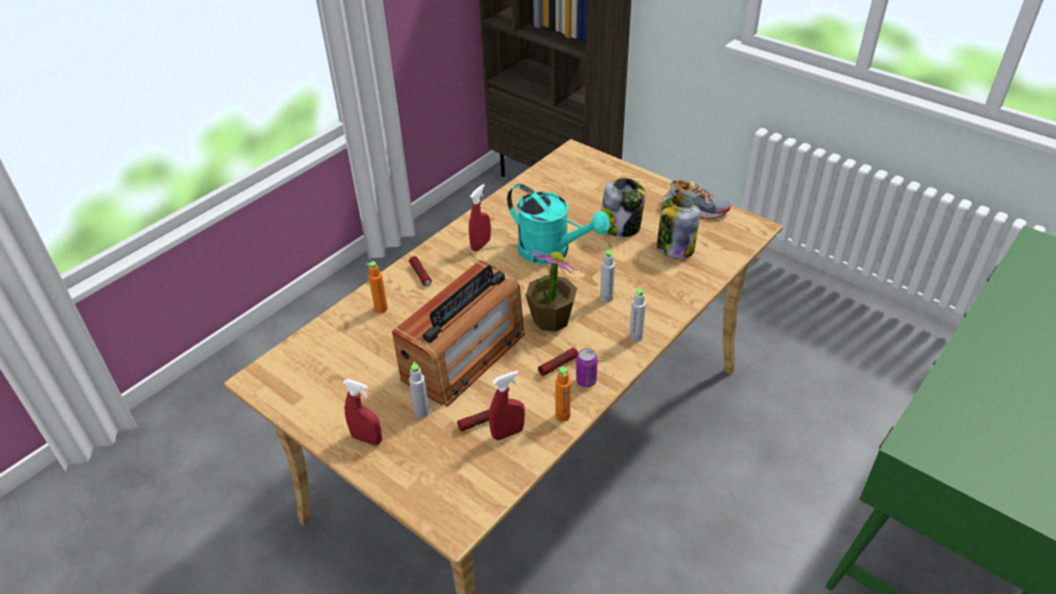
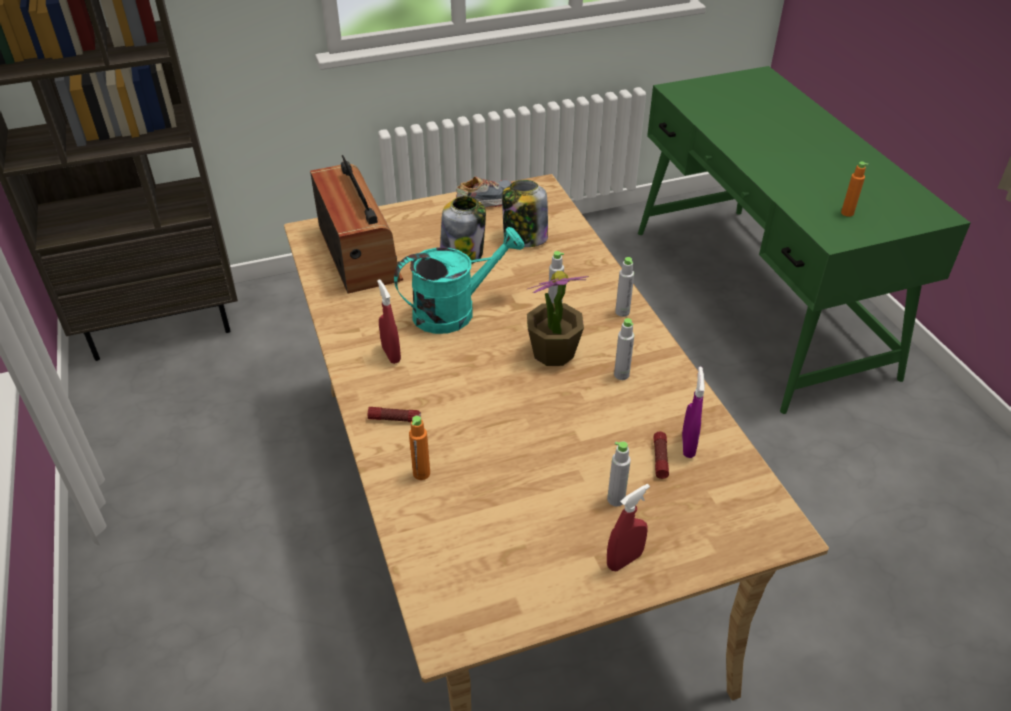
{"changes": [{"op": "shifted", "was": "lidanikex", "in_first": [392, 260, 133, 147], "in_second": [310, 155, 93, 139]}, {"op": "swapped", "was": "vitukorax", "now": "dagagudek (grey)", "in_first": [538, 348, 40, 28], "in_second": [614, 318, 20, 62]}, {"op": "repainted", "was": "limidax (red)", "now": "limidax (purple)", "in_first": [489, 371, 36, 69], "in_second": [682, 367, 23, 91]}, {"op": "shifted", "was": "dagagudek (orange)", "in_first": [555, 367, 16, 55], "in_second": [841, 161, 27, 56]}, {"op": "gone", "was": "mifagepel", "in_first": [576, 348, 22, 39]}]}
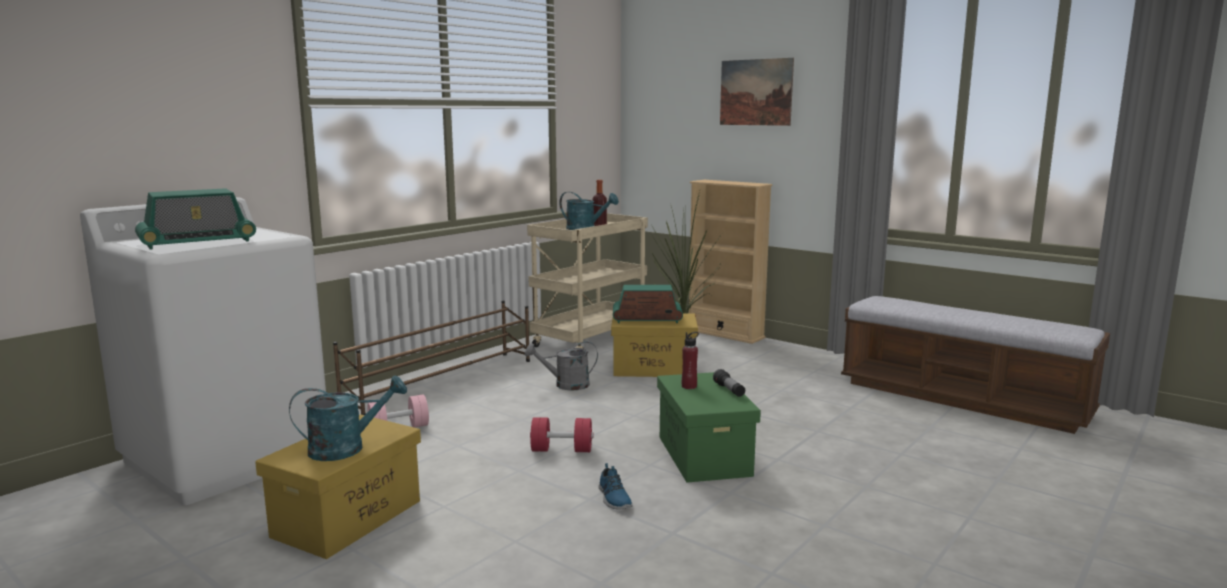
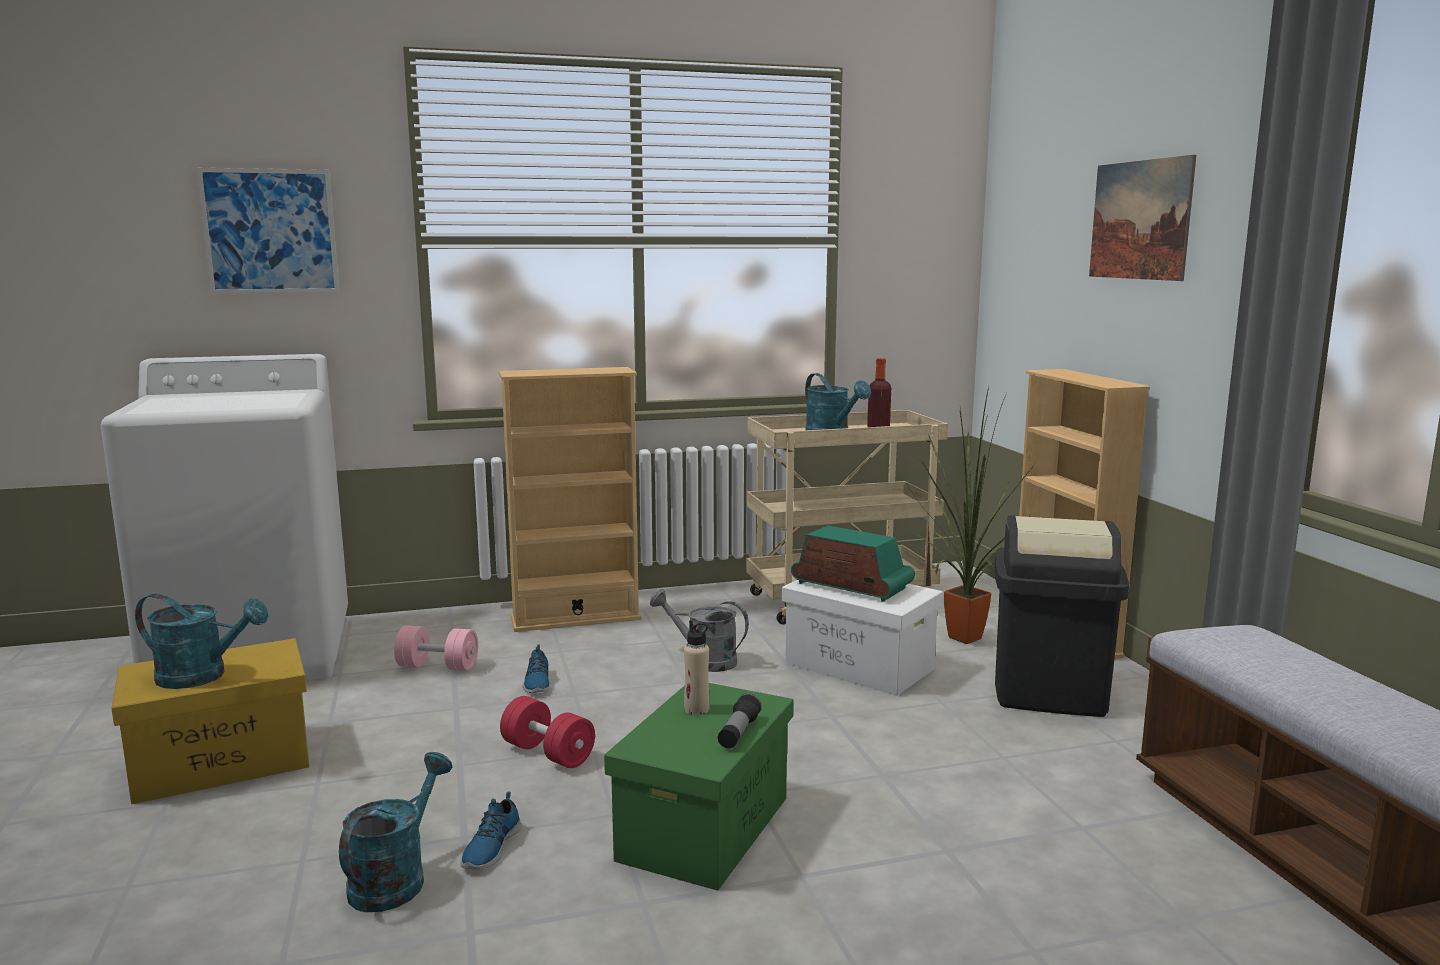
{"changes": [{"op": "new", "now": "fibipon", "in_second": [197, 168, 142, 126]}, {"op": "new", "now": "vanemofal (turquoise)", "in_second": [339, 752, 113, 160]}, {"op": "swapped", "was": "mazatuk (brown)", "now": "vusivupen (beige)", "in_first": [333, 301, 197, 114], "in_second": [499, 367, 143, 265]}, {"op": "new", "now": "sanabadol", "in_second": [523, 644, 28, 49]}, {"op": "repainted", "was": "dagagudek (red)", "now": "dagagudek (beige)", "in_first": [682, 332, 17, 57], "in_second": [684, 620, 26, 95]}, {"op": "repainted", "was": "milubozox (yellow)", "now": "milubozox (white)", "in_first": [611, 313, 87, 64], "in_second": [782, 580, 161, 116]}, {"op": "new", "now": "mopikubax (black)", "in_second": [994, 515, 135, 202]}, {"op": "gone", "was": "lidanikex", "in_first": [135, 188, 121, 62]}]}
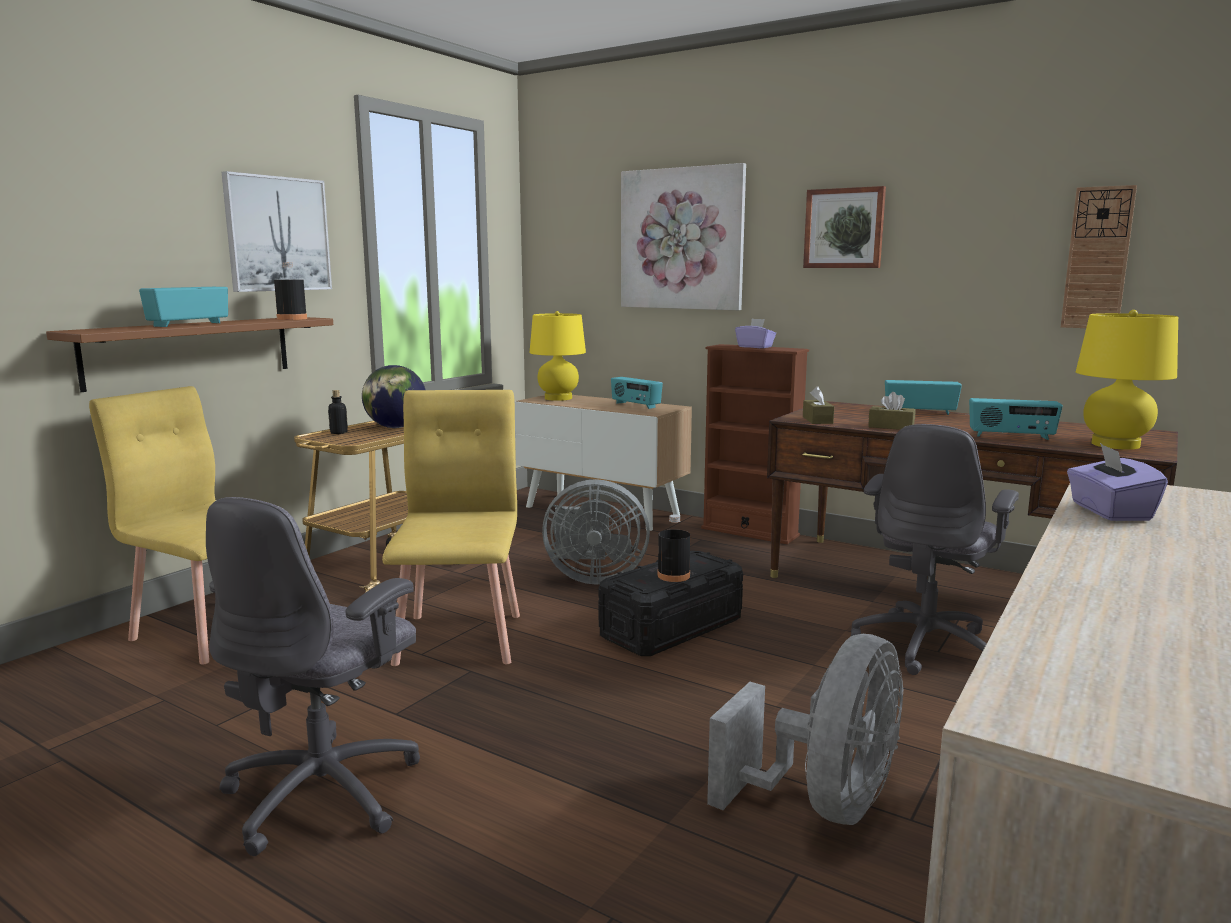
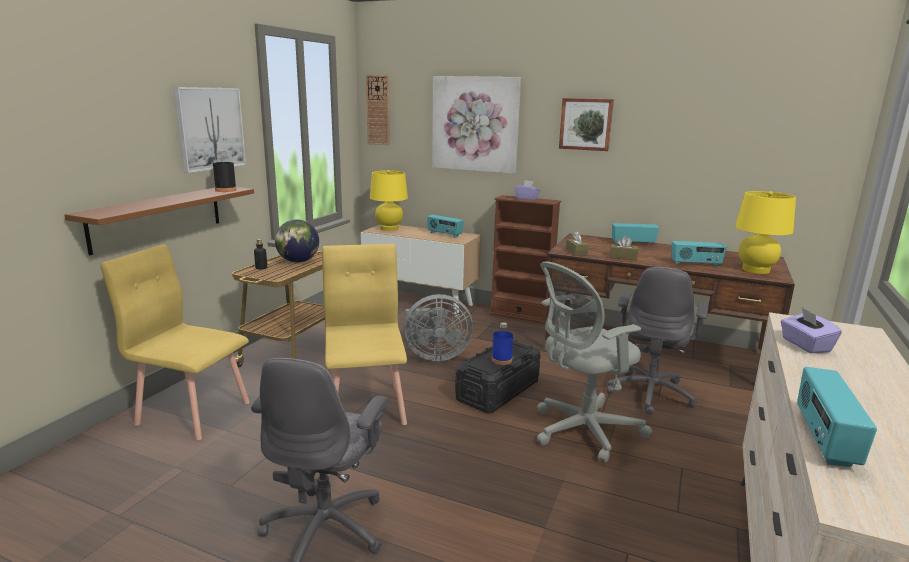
{"changes": [{"op": "shifted", "was": "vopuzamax", "in_first": [1061, 185, 76, 143], "in_second": [366, 75, 24, 70]}, {"op": "repainted", "was": "dagagudek (black)", "now": "dagagudek (blue)", "in_first": [658, 515, 32, 67], "in_second": [492, 322, 21, 43]}, {"op": "new", "now": "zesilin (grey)", "in_second": [537, 261, 115, 202]}, {"op": "shifted", "was": "lidanikex", "in_first": [139, 287, 89, 40], "in_second": [797, 367, 80, 100]}, {"op": "gone", "was": "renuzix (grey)", "in_first": [707, 634, 196, 191]}]}
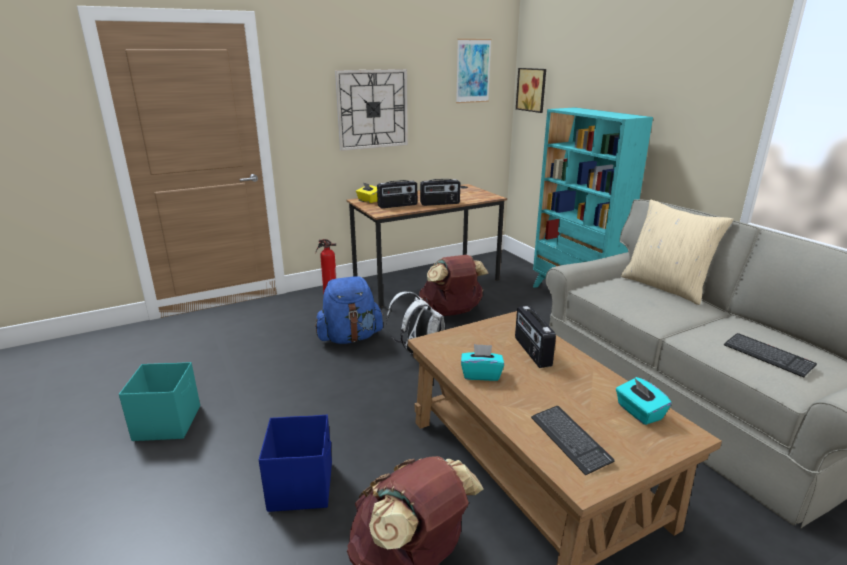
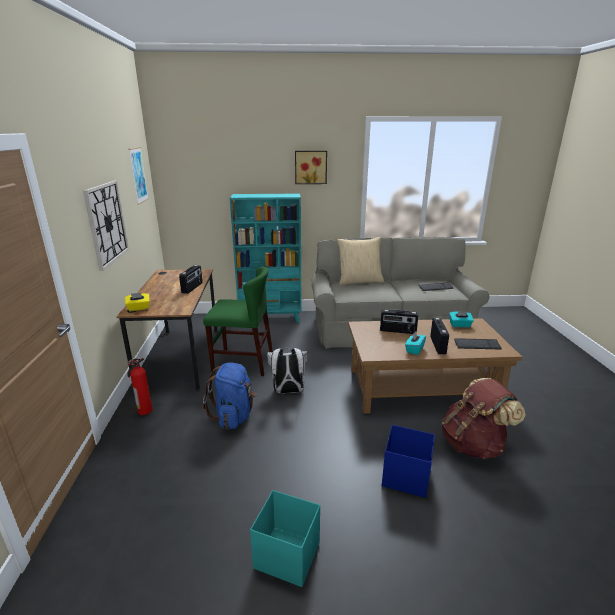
{"changes": [{"op": "swapped", "was": "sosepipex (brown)", "now": "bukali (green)", "in_first": [419, 255, 70, 61], "in_second": [203, 266, 70, 110]}, {"op": "shifted", "was": "fibipon", "in_first": [516, 68, 30, 45], "in_second": [295, 151, 32, 33]}, {"op": "shifted", "was": "lidanikex", "in_first": [377, 180, 40, 28], "in_second": [430, 318, 19, 36]}]}
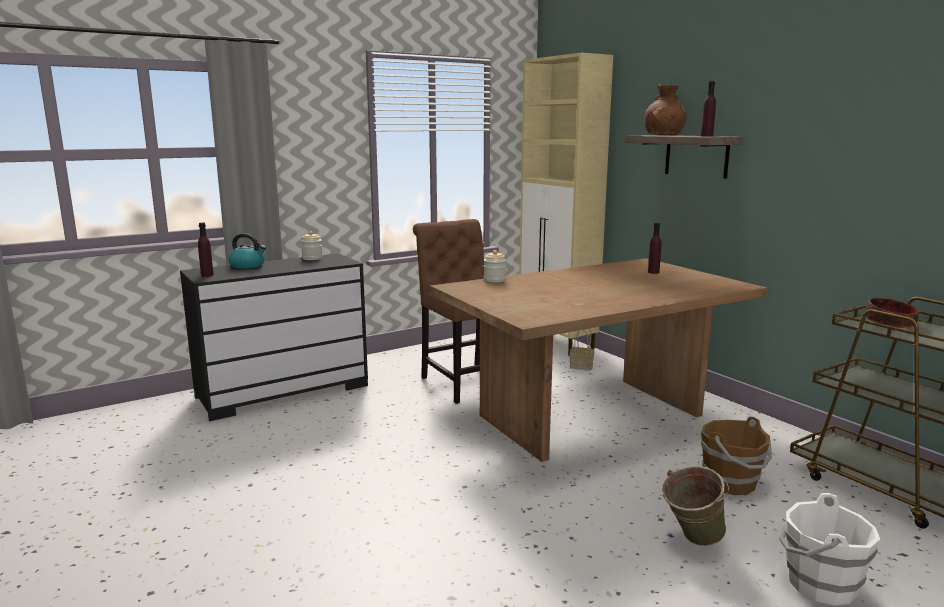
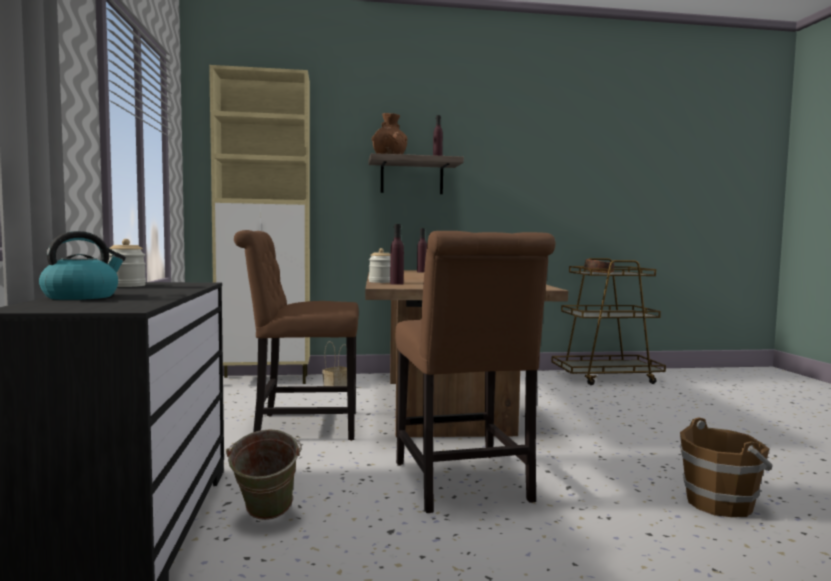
{"changes": [{"op": "shifted", "was": "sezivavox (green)", "in_first": [662, 466, 67, 80], "in_second": [226, 429, 75, 91]}, {"op": "shifted", "was": "dagagudek (purple)", "in_first": [198, 223, 16, 54], "in_second": [390, 224, 14, 61]}, {"op": "new", "now": "bukali (brown)", "in_second": [395, 231, 160, 282]}, {"op": "shifted", "was": "sezivavox (brown)", "in_first": [701, 416, 71, 79], "in_second": [680, 417, 93, 100]}, {"op": "gone", "was": "sezivavox (white)", "in_first": [779, 493, 101, 113]}]}
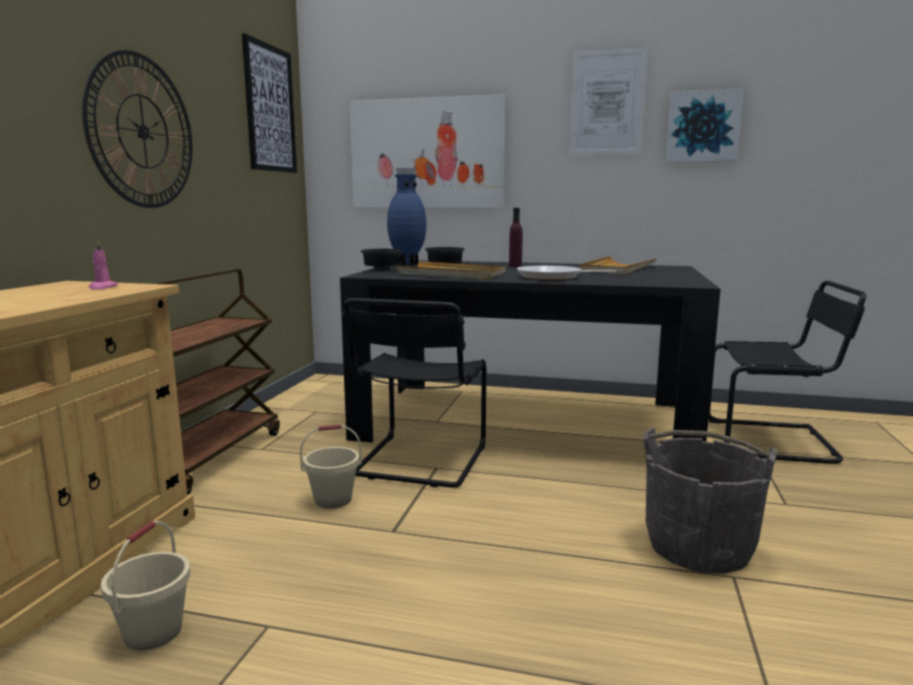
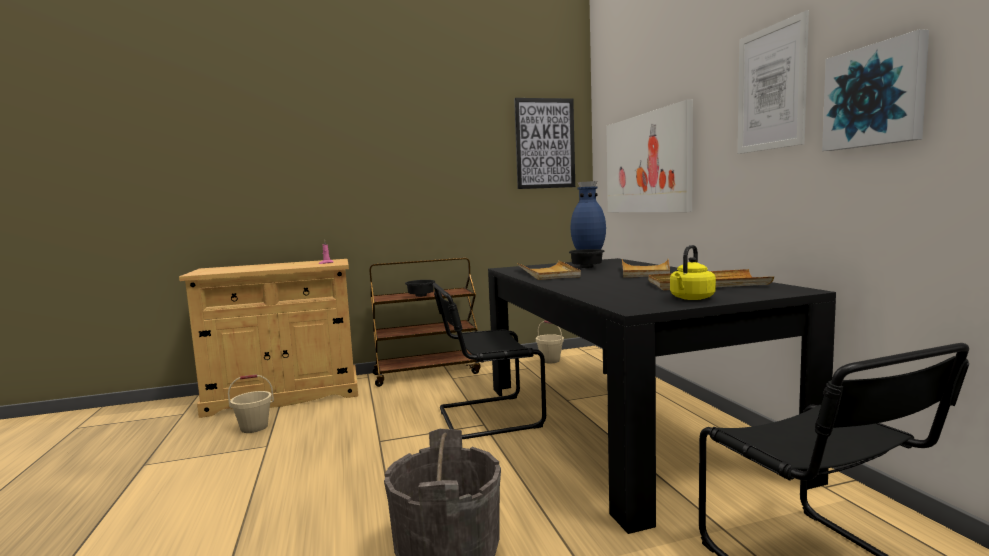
{"changes": [{"op": "shifted", "was": "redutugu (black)", "in_first": [361, 249, 41, 22], "in_second": [405, 280, 30, 17]}, {"op": "shifted", "was": "sezivavox (beige)", "in_first": [300, 425, 62, 84], "in_second": [536, 321, 28, 42]}, {"op": "swapped", "was": "dagagudek (purple)", "now": "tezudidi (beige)", "in_first": [509, 208, 14, 59], "in_second": [622, 259, 48, 18]}, {"op": "new", "now": "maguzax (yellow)", "in_second": [670, 245, 46, 55]}, {"op": "gone", "was": "vopuzamax", "in_first": [82, 50, 110, 158]}, {"op": "gone", "was": "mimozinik", "in_first": [517, 265, 99, 15]}]}
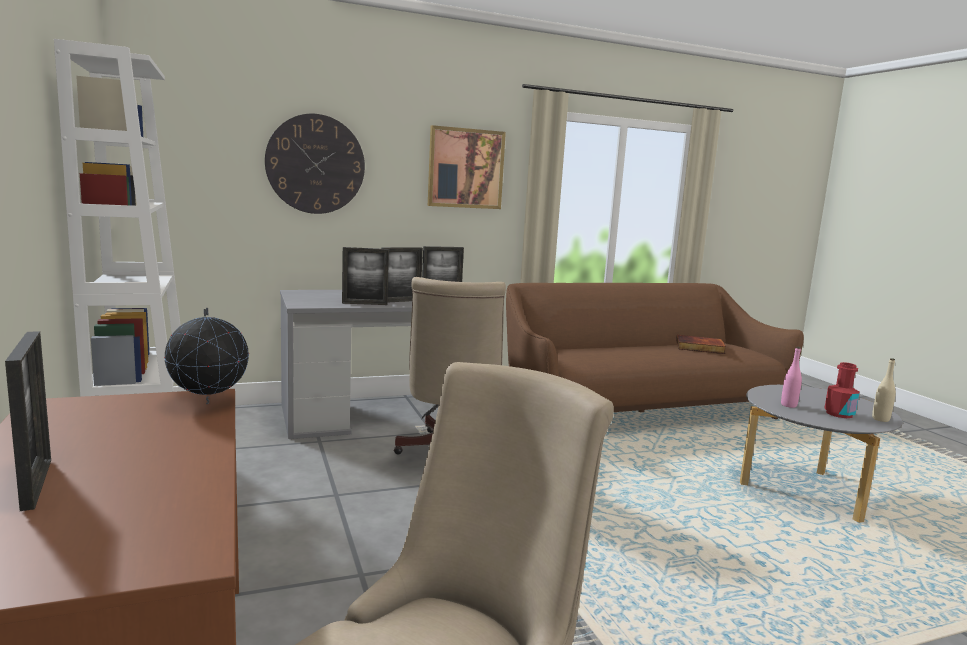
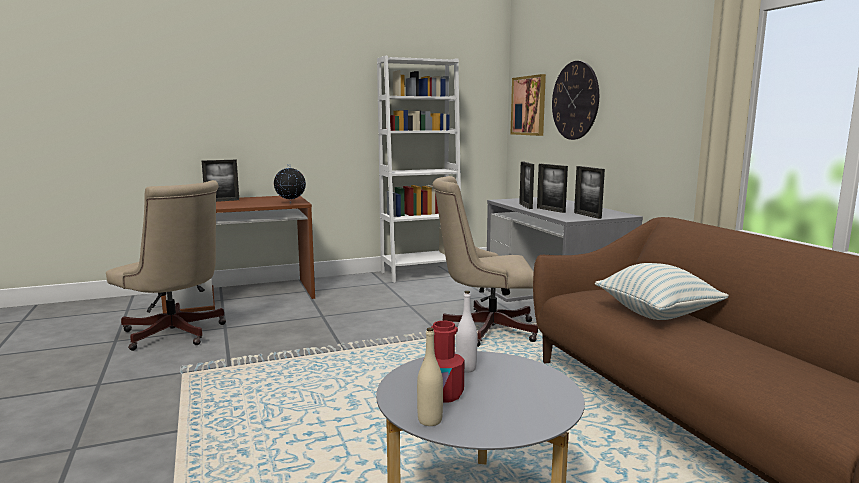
{"changes": [{"op": "repainted", "was": "dagagudek (pink)", "now": "dagagudek (white)", "in_first": [781, 347, 21, 61], "in_second": [456, 291, 21, 82]}, {"op": "shifted", "was": "fibipon", "in_first": [428, 125, 78, 84], "in_second": [511, 74, 35, 62]}, {"op": "new", "now": "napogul", "in_second": [595, 263, 134, 57]}, {"op": "gone", "was": "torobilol", "in_first": [676, 335, 50, 19]}]}
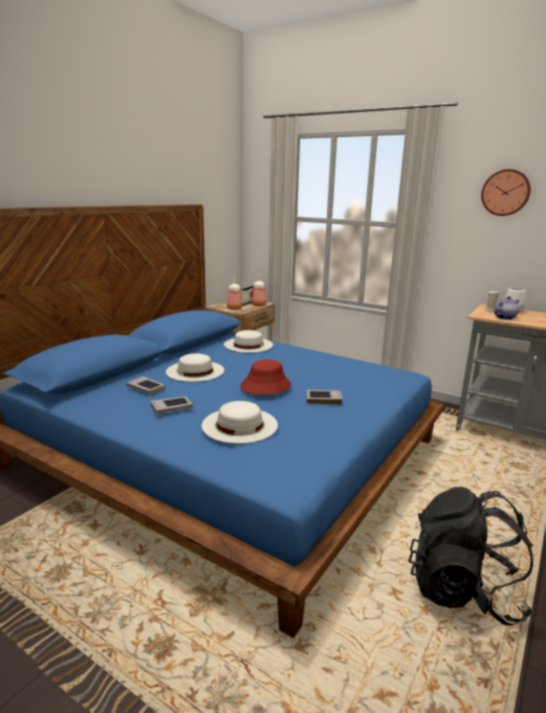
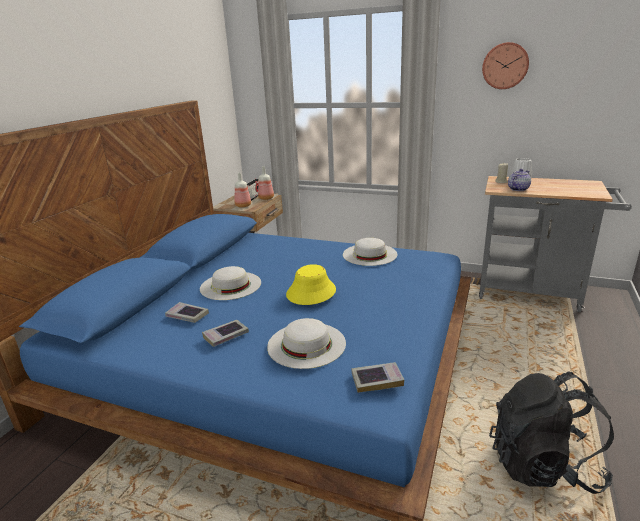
{"changes": [{"op": "repainted", "was": "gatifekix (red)", "now": "gatifekix (yellow)", "in_first": [240, 359, 51, 36], "in_second": [286, 264, 50, 41]}, {"op": "shifted", "was": "gatifekix (white)", "in_first": [224, 330, 49, 23], "in_second": [343, 238, 54, 28]}, {"op": "shifted", "was": "torobilol", "in_first": [307, 390, 35, 14], "in_second": [351, 362, 53, 31]}]}
